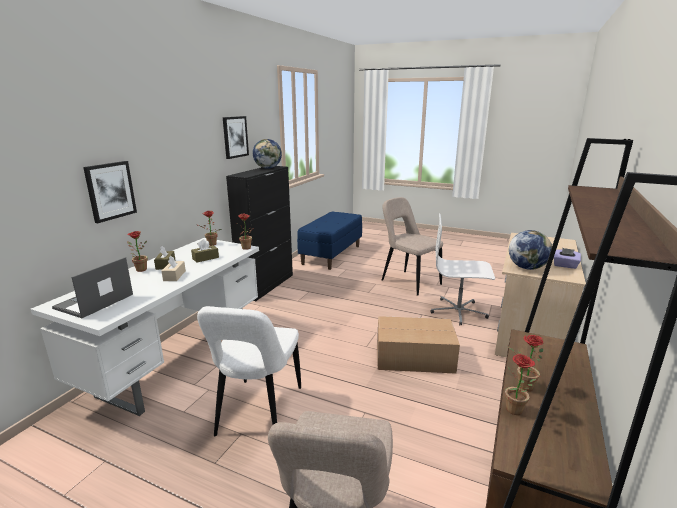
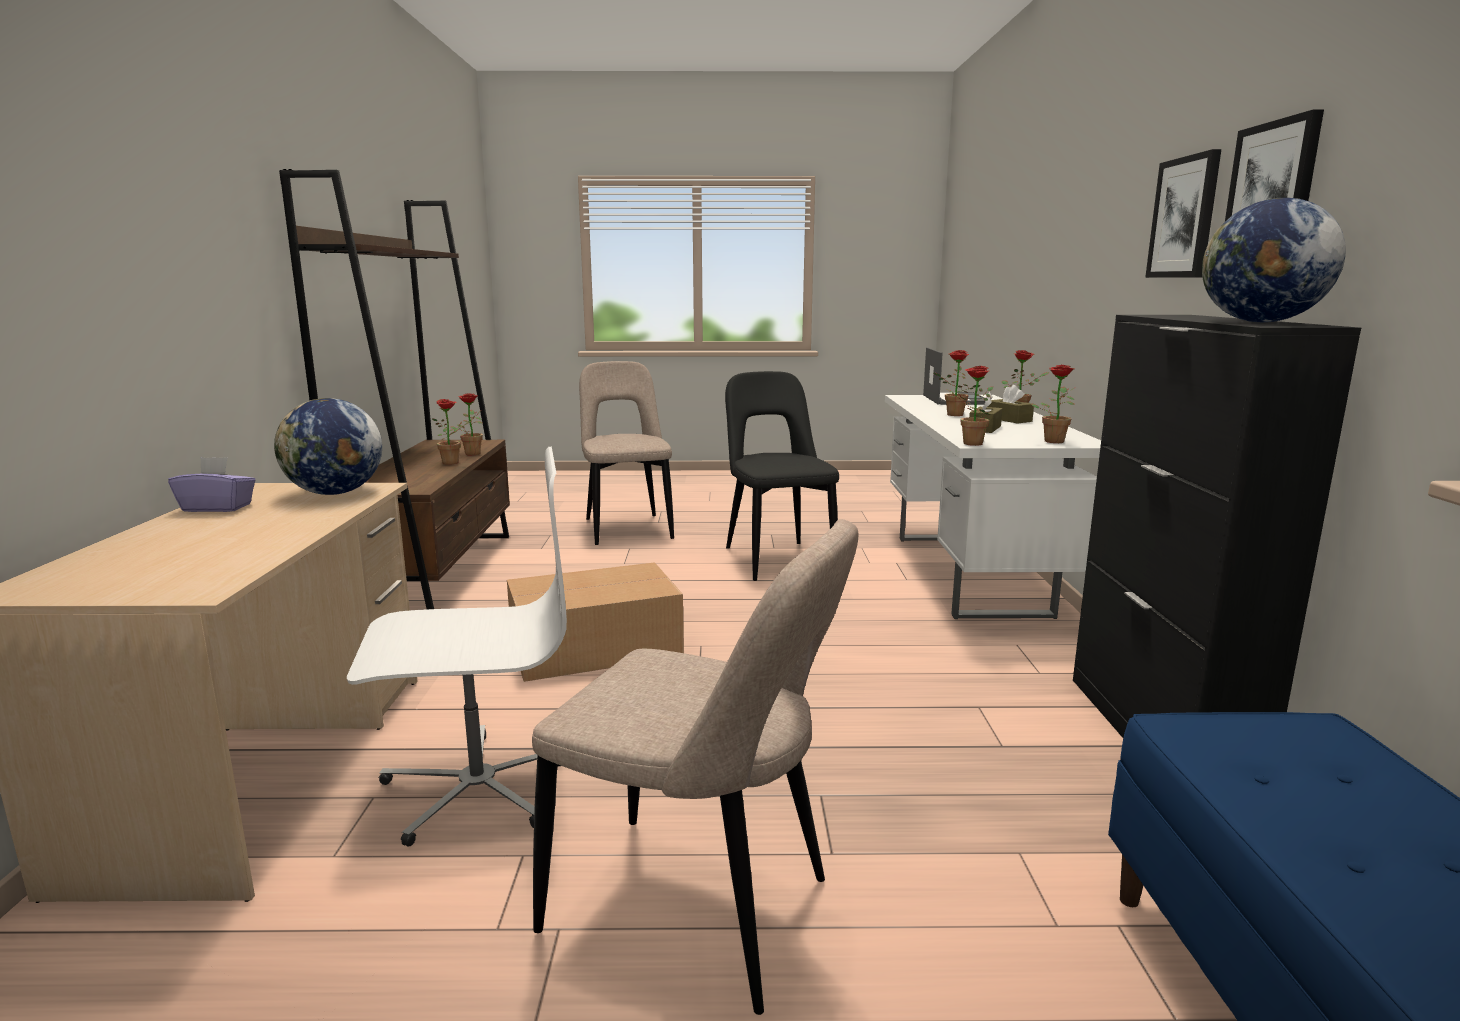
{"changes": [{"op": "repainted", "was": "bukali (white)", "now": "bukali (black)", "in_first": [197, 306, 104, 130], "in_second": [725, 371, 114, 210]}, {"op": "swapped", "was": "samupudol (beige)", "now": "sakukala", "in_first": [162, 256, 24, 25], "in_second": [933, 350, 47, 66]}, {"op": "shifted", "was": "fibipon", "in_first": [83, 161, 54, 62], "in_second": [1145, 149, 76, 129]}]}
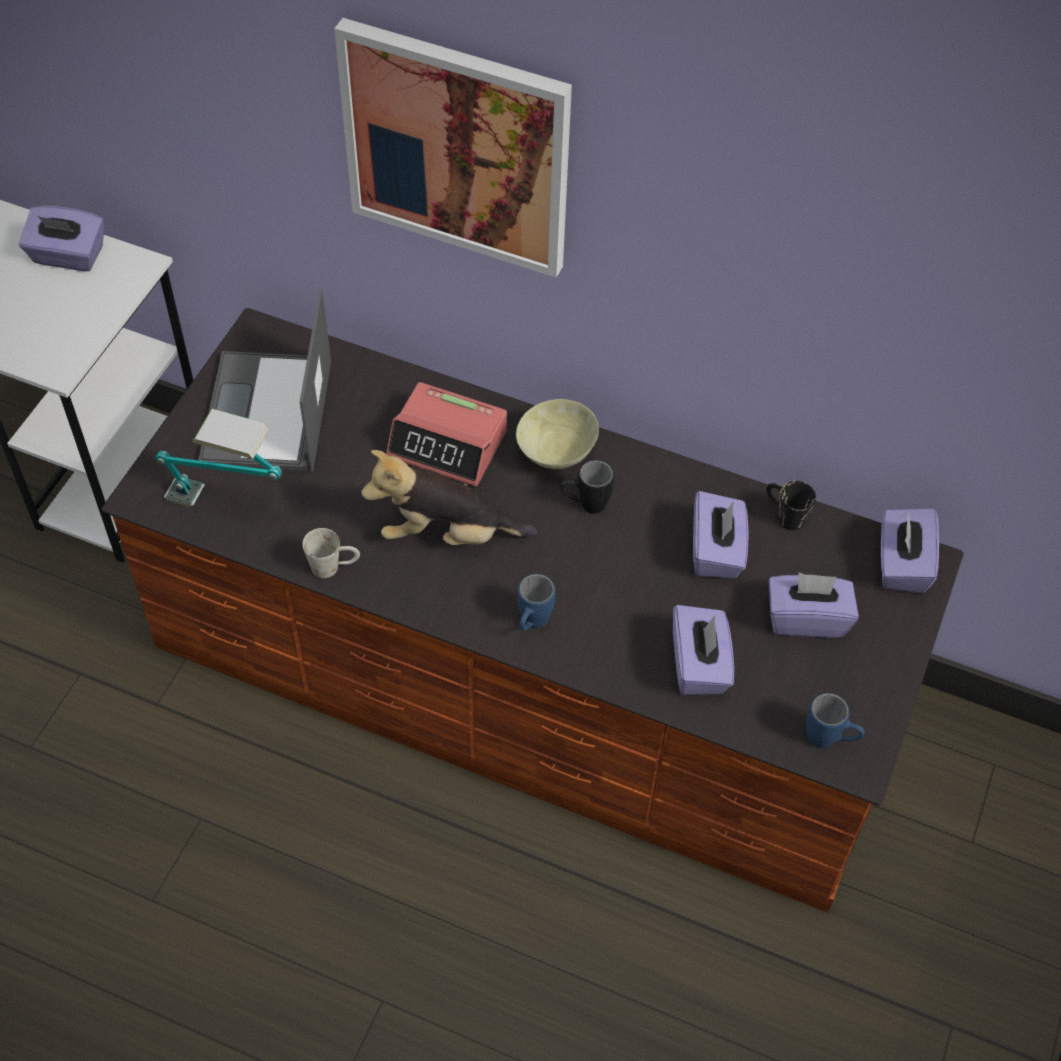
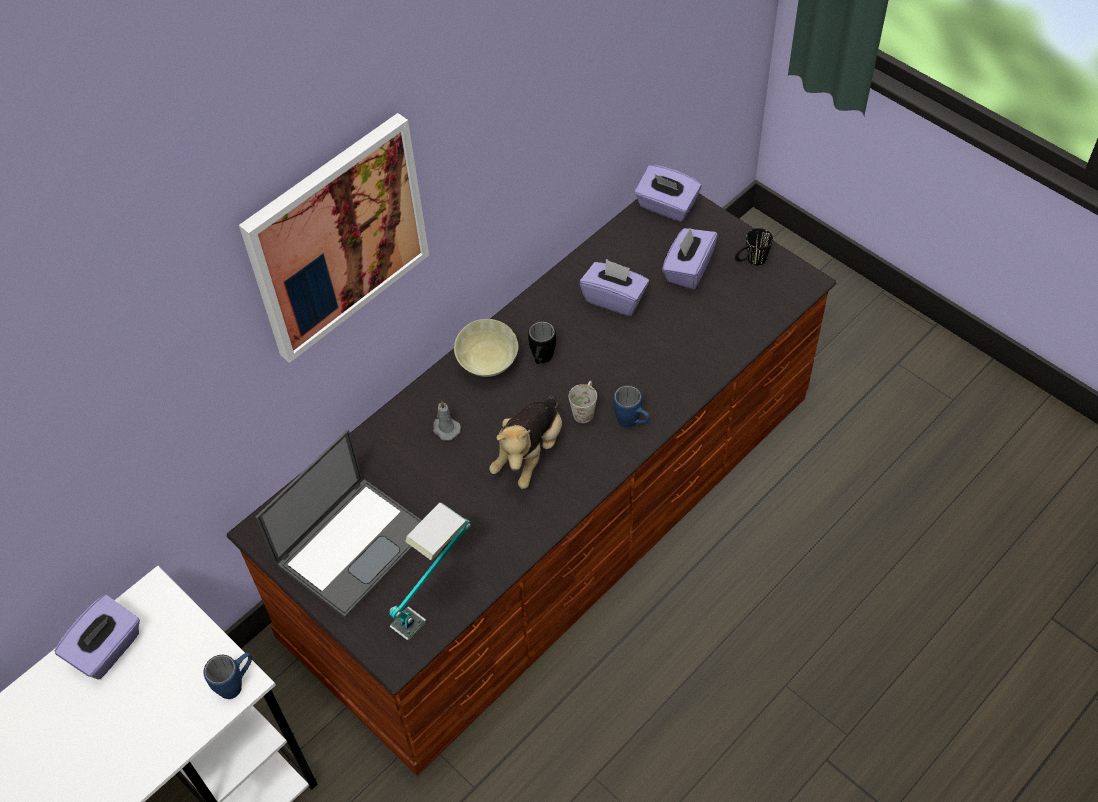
{"changes": [{"op": "shifted", "was": "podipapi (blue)", "in_first": [806, 693, 59, 55], "in_second": [204, 653, 48, 46]}, {"op": "rotated", "was": "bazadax", "in_first": [199, 289, 132, 183], "in_second": [256, 429, 166, 190], "clockwise": -75}, {"op": "swapped", "was": "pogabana", "now": "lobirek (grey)", "in_first": [386, 382, 121, 105], "in_second": [433, 401, 28, 40]}, {"op": "shifted", "was": "podipapi (white)", "in_first": [302, 528, 58, 50], "in_second": [569, 381, 28, 42]}, {"op": "shifted", "was": "podipapi (black)", "in_first": [766, 481, 50, 49], "in_second": [735, 228, 38, 38]}, {"op": "gone", "was": "samupudol (purple)", "in_first": [673, 605, 61, 90]}]}
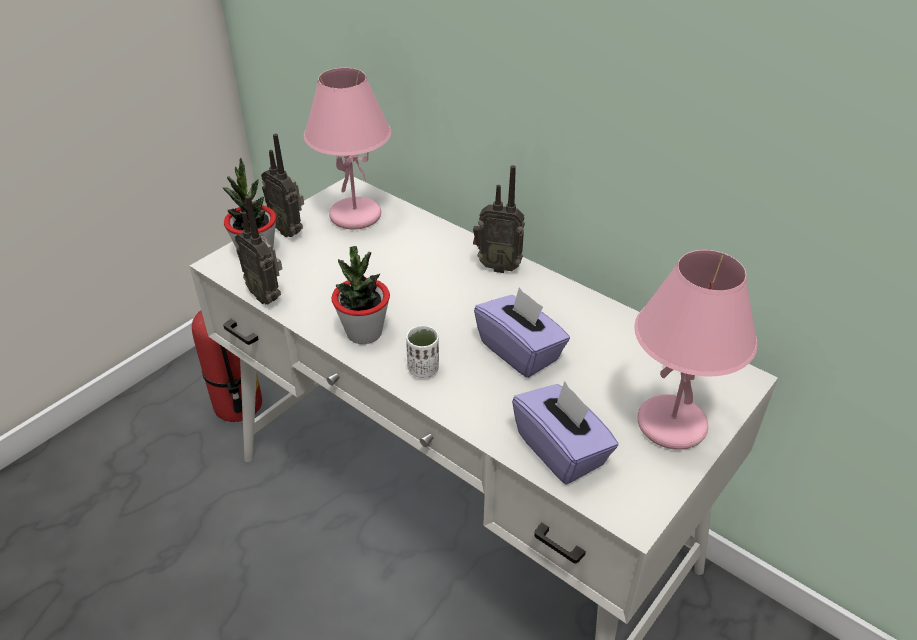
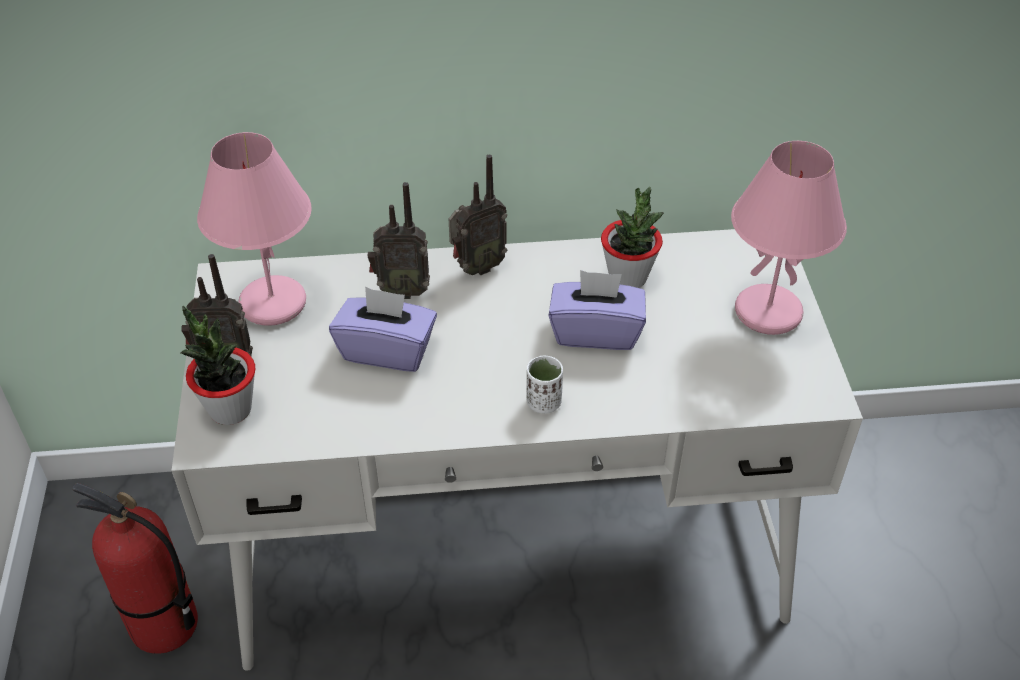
{"changes": [{"op": "shifted", "was": "samupudol (purple)", "in_first": [512, 381, 107, 103], "in_second": [329, 287, 108, 85]}, {"op": "shifted", "was": "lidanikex", "in_first": [235, 196, 47, 109], "in_second": [368, 182, 62, 117]}, {"op": "shifted", "was": "sakukala", "in_first": [332, 246, 58, 98], "in_second": [601, 187, 63, 101]}]}
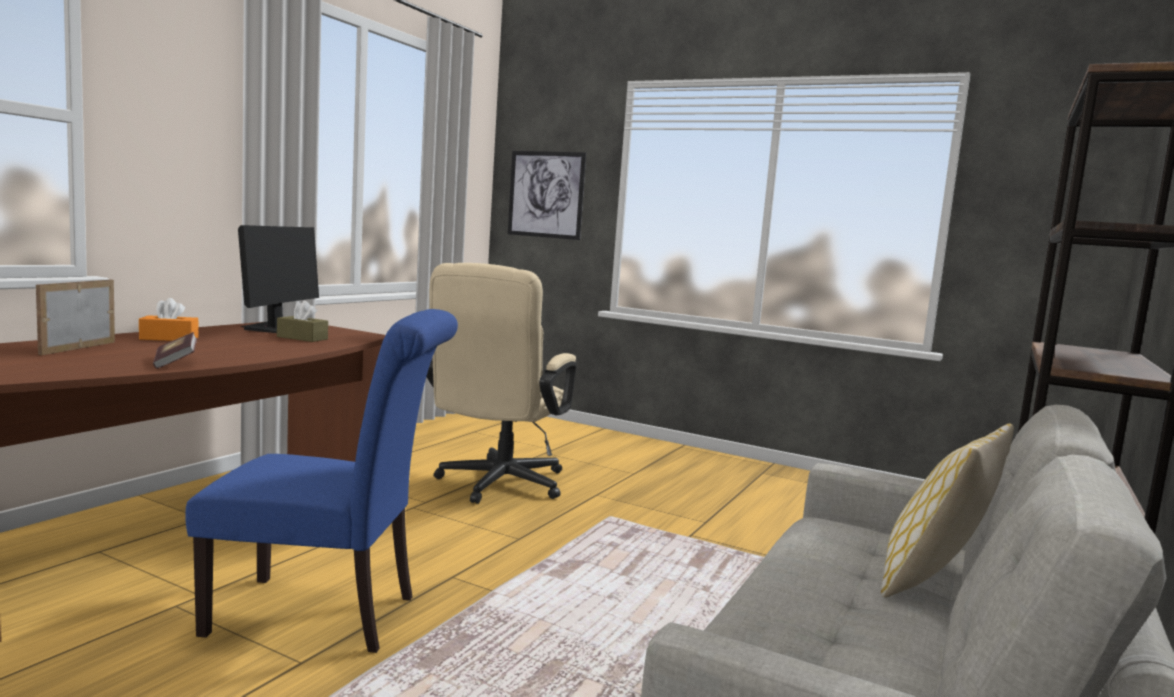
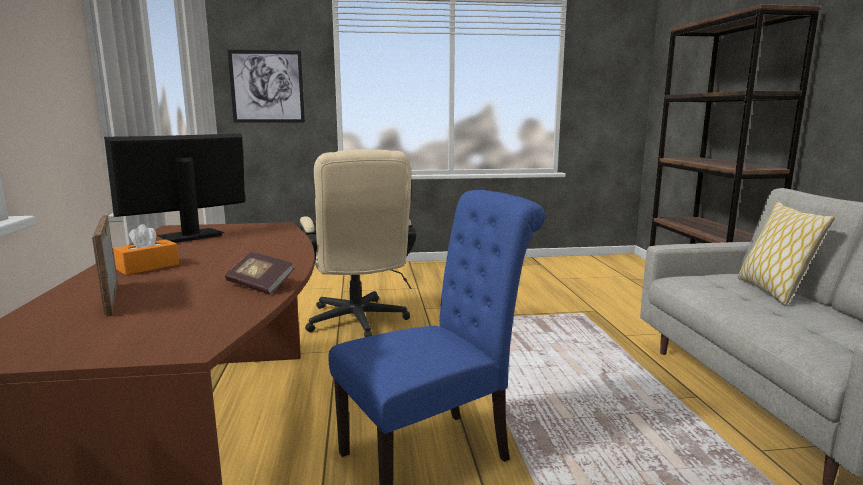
{"changes": [{"op": "rotated", "was": "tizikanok", "in_first": [238, 225, 81, 108], "in_second": [104, 133, 141, 110], "clockwise": -105}, {"op": "gone", "was": "samupudol (brown)", "in_first": [277, 300, 51, 42]}]}
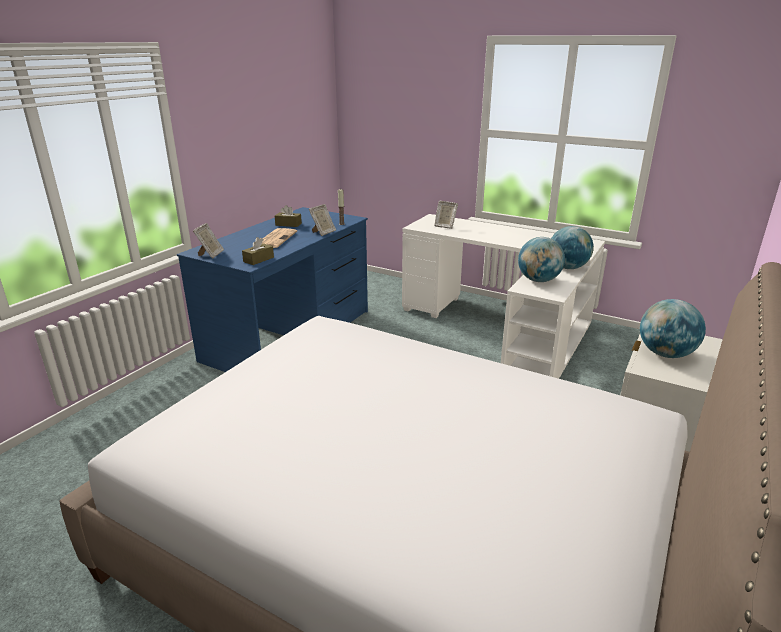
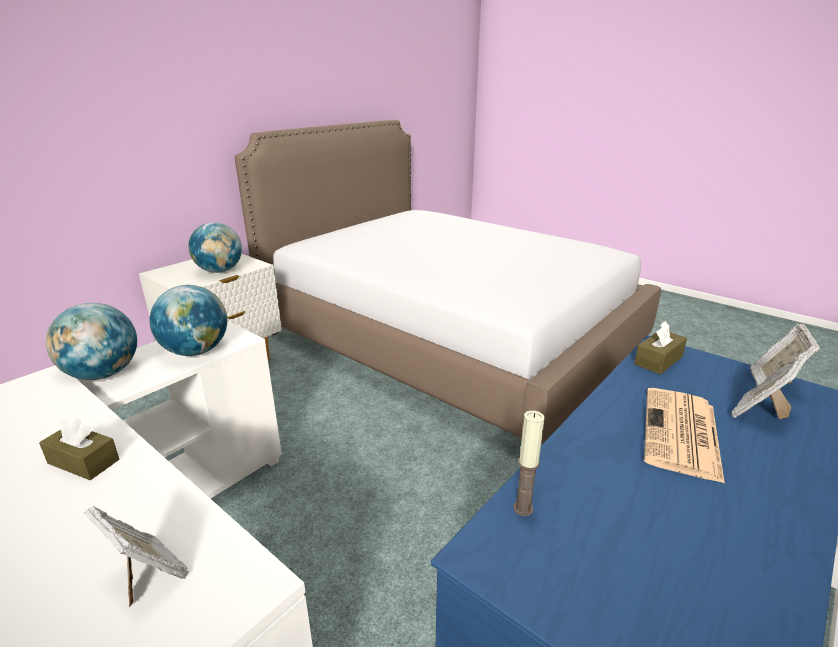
{"changes": [{"op": "shifted", "was": "samupudol (brown)", "in_first": [275, 205, 27, 22], "in_second": [39, 417, 80, 63]}, {"op": "shifted", "was": "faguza", "in_first": [309, 204, 27, 32], "in_second": [731, 354, 77, 65]}]}
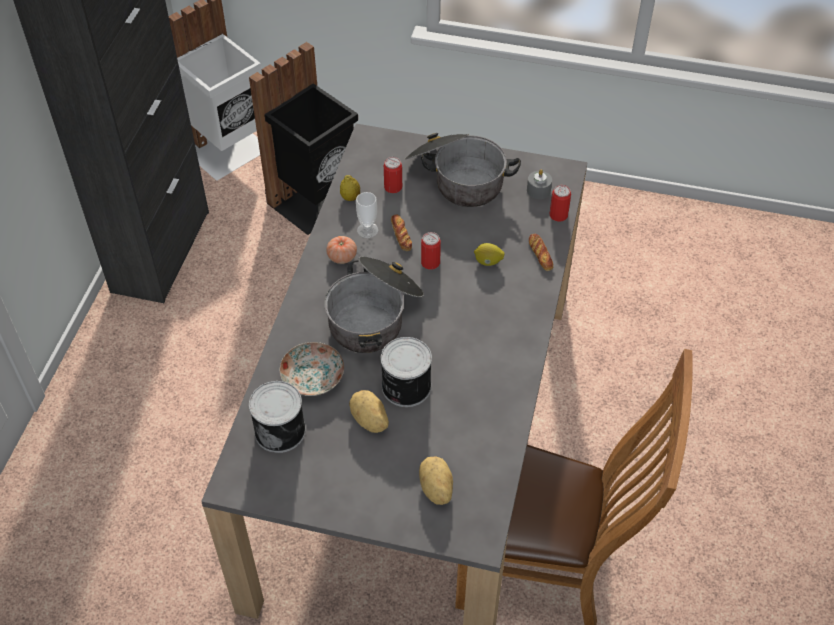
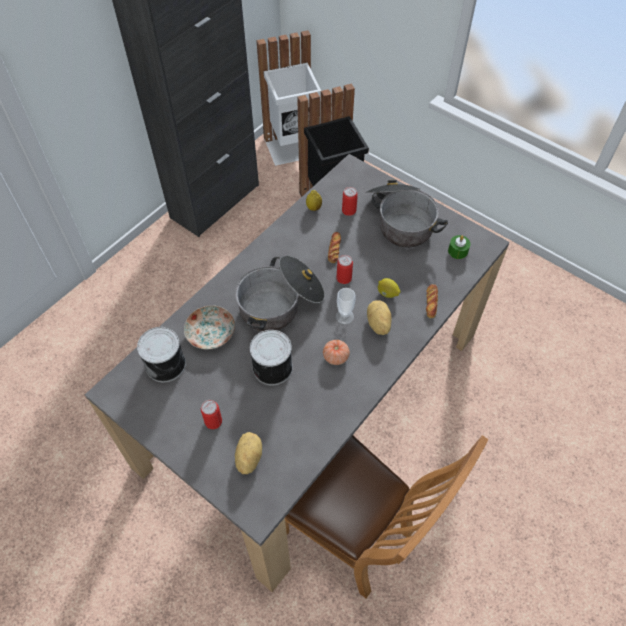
{"changes": [{"op": "shifted", "was": "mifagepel", "in_first": [550, 185, 21, 37], "in_second": [201, 400, 21, 29]}, {"op": "shifted", "was": "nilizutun", "in_first": [326, 236, 31, 28], "in_second": [323, 340, 27, 25]}, {"op": "shifted", "was": "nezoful", "in_first": [356, 192, 23, 46], "in_second": [336, 288, 19, 36]}, {"op": "shifted", "was": "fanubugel", "in_first": [349, 390, 40, 43], "in_second": [367, 300, 25, 35]}, {"op": "repainted", "was": "lobirek (grey)", "now": "lobirek (green)", "in_first": [527, 169, 25, 30], "in_second": [448, 235, 23, 24]}]}
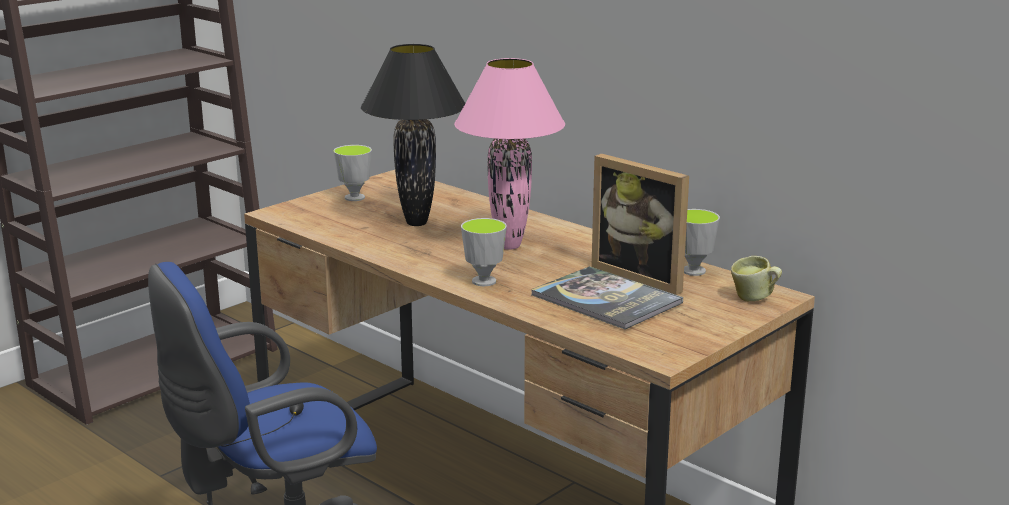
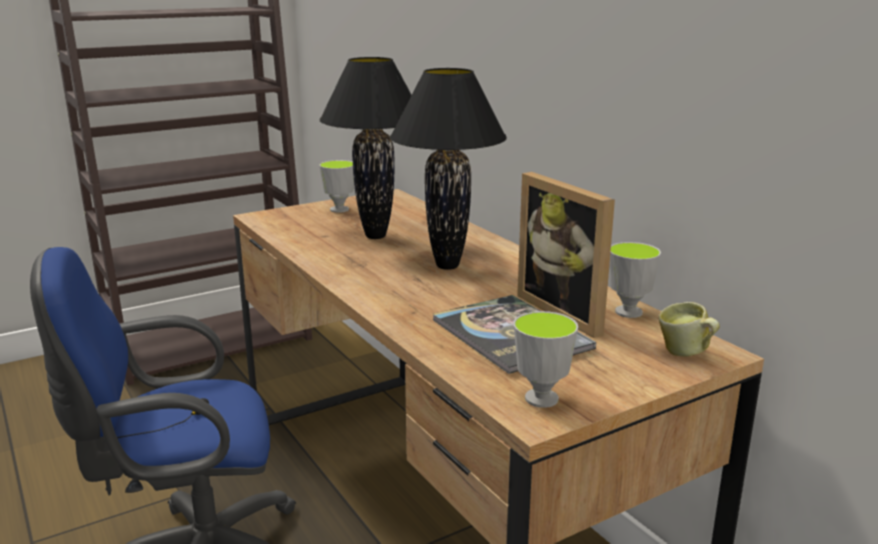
{"changes": [{"op": "repainted", "was": "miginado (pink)", "now": "miginado (black)", "in_first": [454, 58, 111, 192], "in_second": [390, 68, 117, 202]}, {"op": "shifted", "was": "nezoful", "in_first": [461, 218, 46, 68], "in_second": [514, 311, 64, 97]}]}
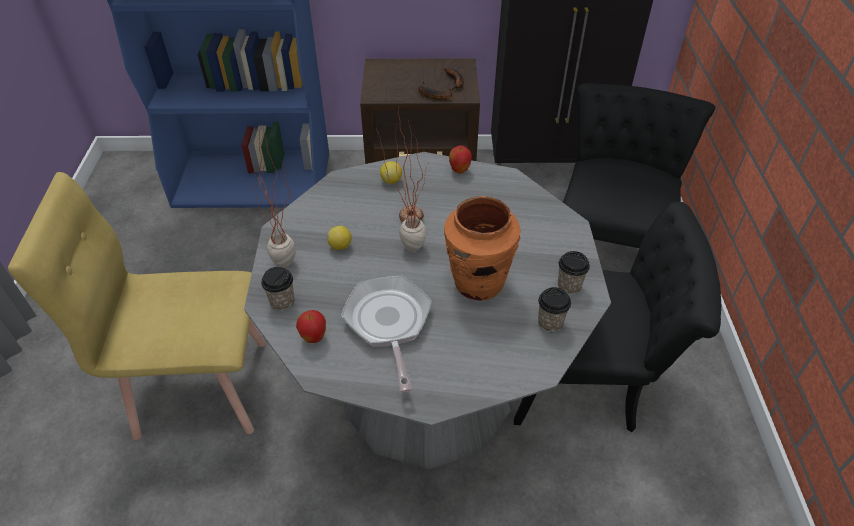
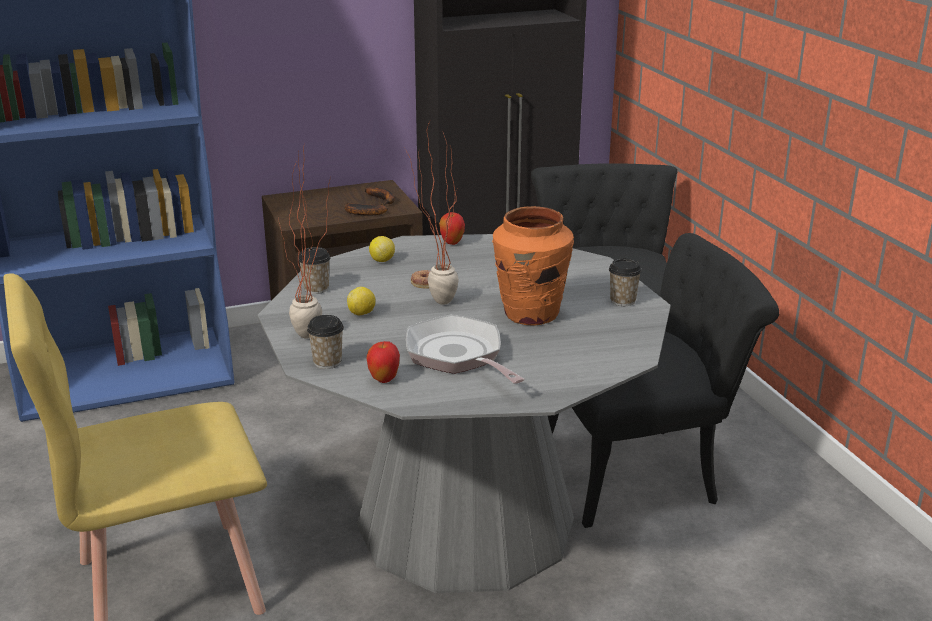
{"changes": [{"op": "shifted", "was": "nezoful", "in_first": [538, 287, 33, 45], "in_second": [299, 247, 31, 47]}]}
